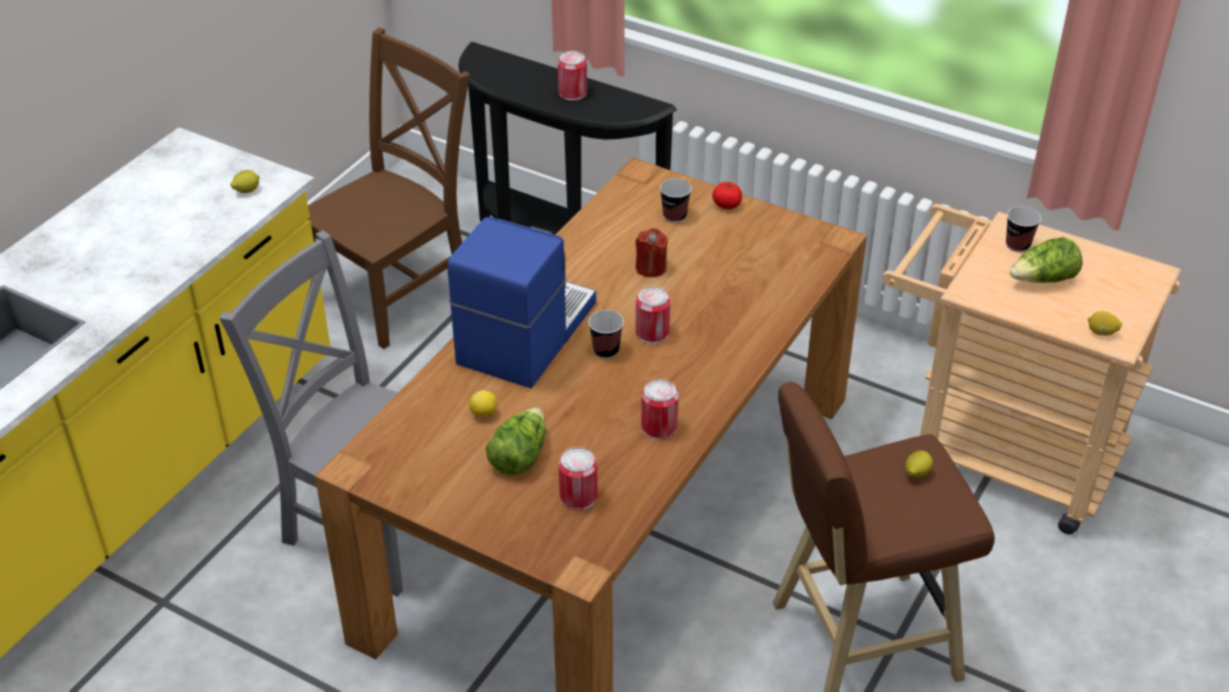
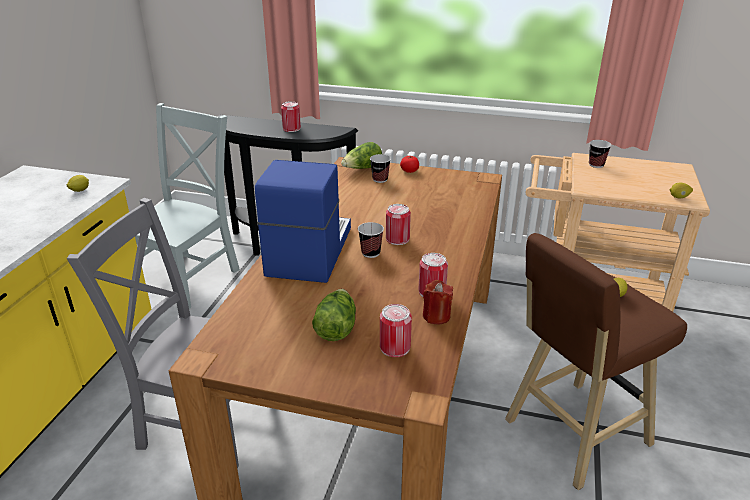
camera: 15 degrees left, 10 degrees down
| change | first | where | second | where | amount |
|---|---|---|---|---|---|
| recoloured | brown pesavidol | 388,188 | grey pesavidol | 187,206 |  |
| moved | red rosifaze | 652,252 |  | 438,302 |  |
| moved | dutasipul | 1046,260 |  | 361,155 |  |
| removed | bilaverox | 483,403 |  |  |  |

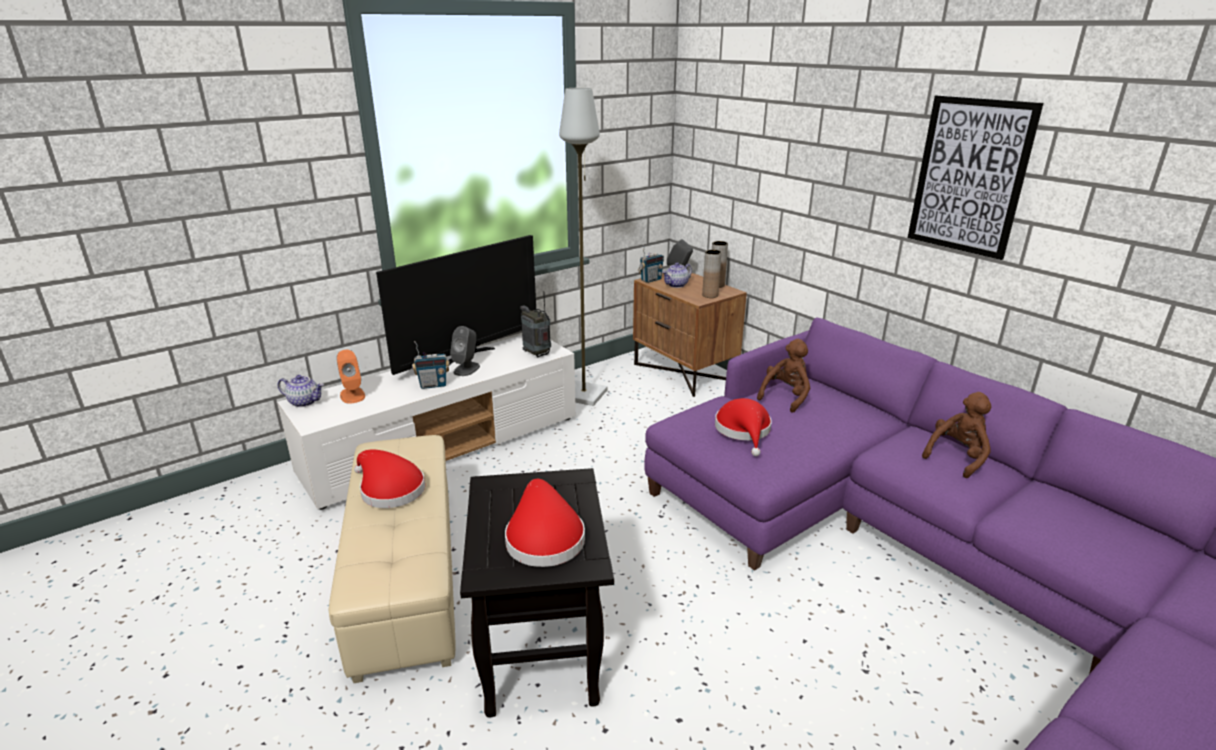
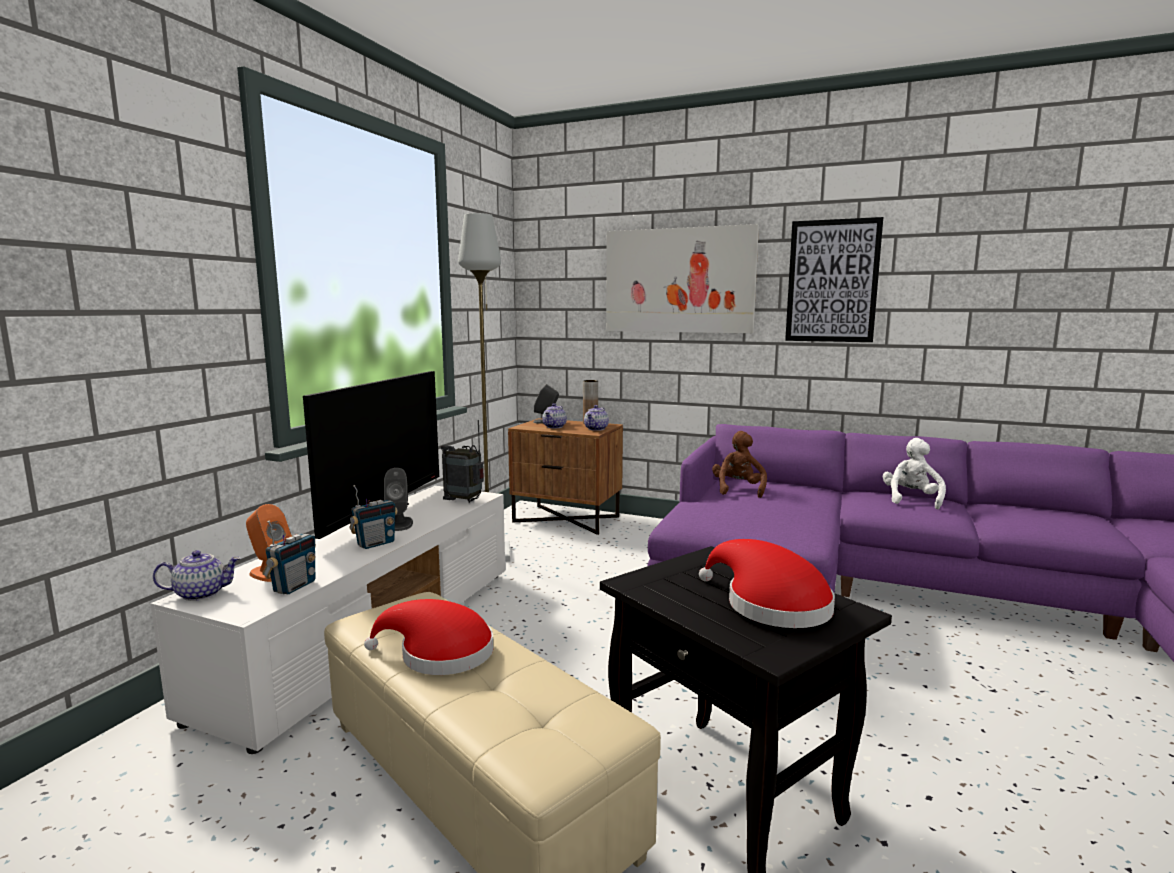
camera: 30 degrees left, 15 degrees down
| change | first | where | second | where | amount |
|---|---|---|---|---|---|
| moved | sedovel | 651,263 |  | 289,558 |  |
| replaced | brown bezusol | 712,274 | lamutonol | 596,418 |  |
| recoloured | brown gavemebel | 956,435 | white gavemebel | 914,473 |  |
| removed | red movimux | 743,427 |  |  |  |
| added |  |  | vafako | 682,278 |  |

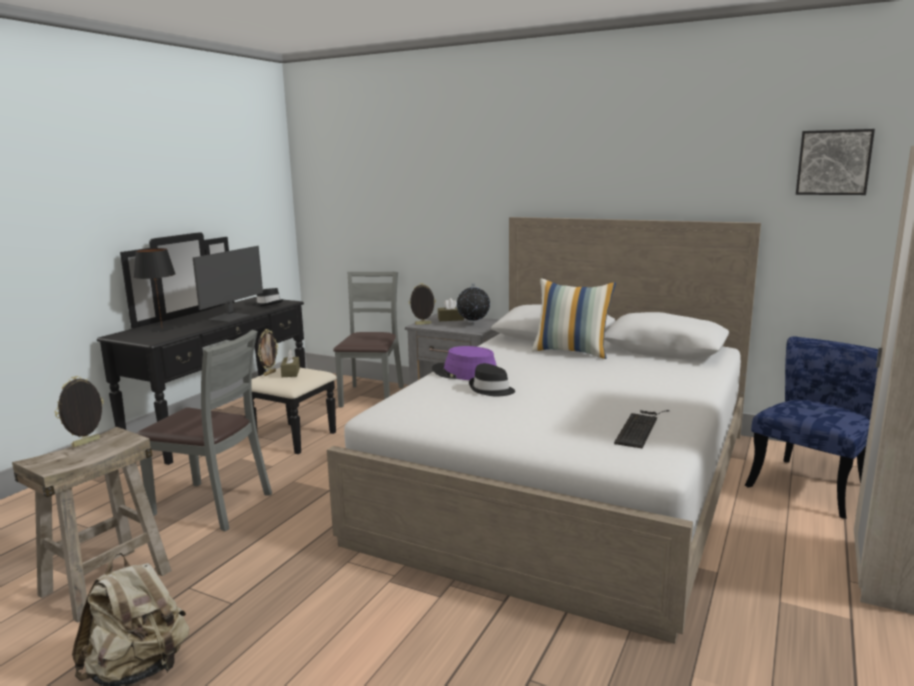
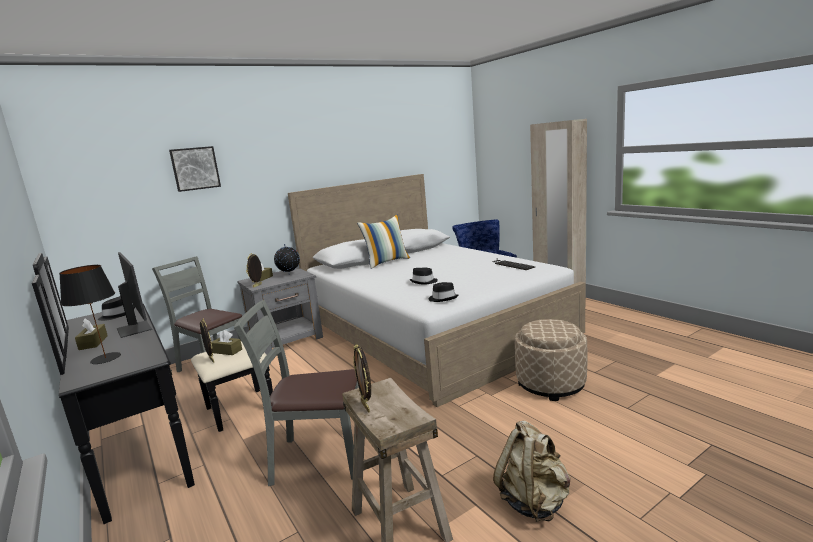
camera: 60 degrees left, 0 degrees up
| change | first | where | second | where | amount |
|---|---|---|---|---|---|
| moved | vafako | 835,162 |  | 195,169 |  |
| turned | grey pesavidol | 204,430 |  | 296,393 | 135 degrees counterclockwise |
| removed | purple movimux | 464,363 |  |  |  |
| added |  |  | black movimux | 444,292 |  |
| added |  |  | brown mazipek | 91,334 |  |
| added |  |  | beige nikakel | 551,360 |  |

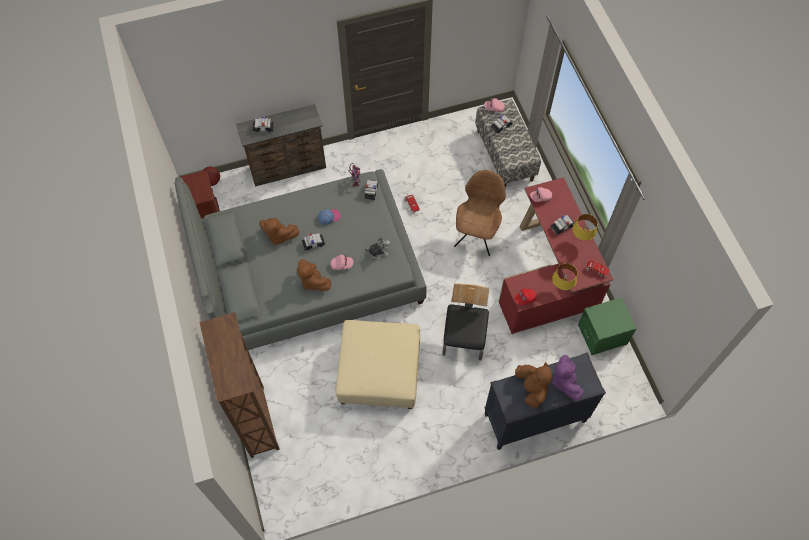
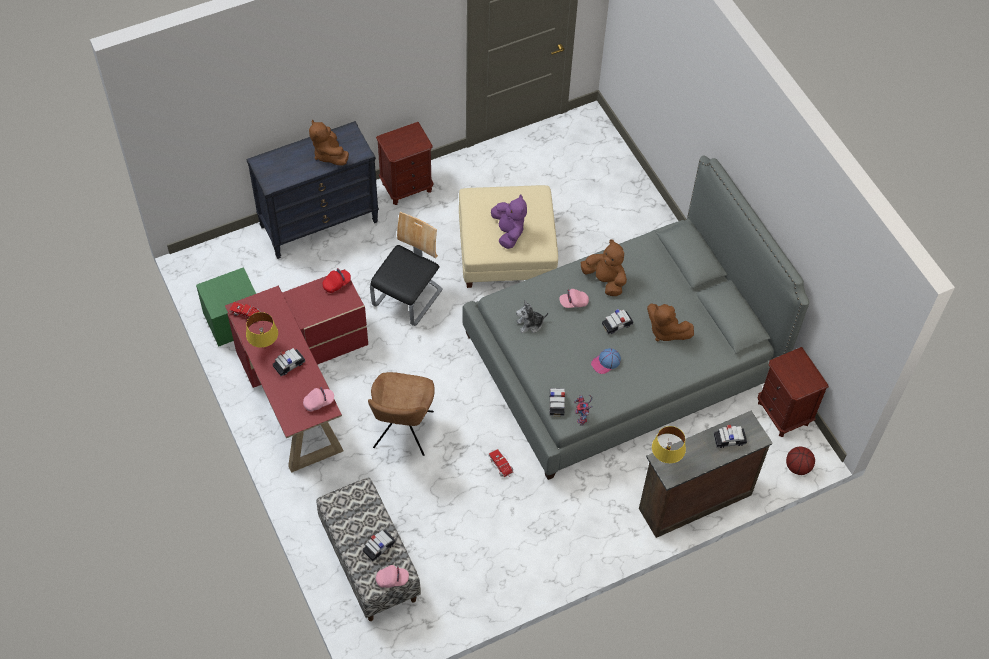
camera: 170 degrees right, 5 degrees down
| change | first | where | second | where | amount |
|---|---|---|---|---|---|
| turned | brown gavemebel | 279,232 |  | 670,322 | 150 degrees counterclockwise |
| moved | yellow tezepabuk | 564,276 |  | 669,444 |  |
| turned | pesavidol | 465,321 |  | 406,269 | 150 degrees counterclockwise |
| removed | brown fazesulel | 239,385 |  |  |  |
| moved | purple gavemebel | 568,377 |  | 509,221 |  |
| added |  |  | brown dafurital | 405,163 |  |

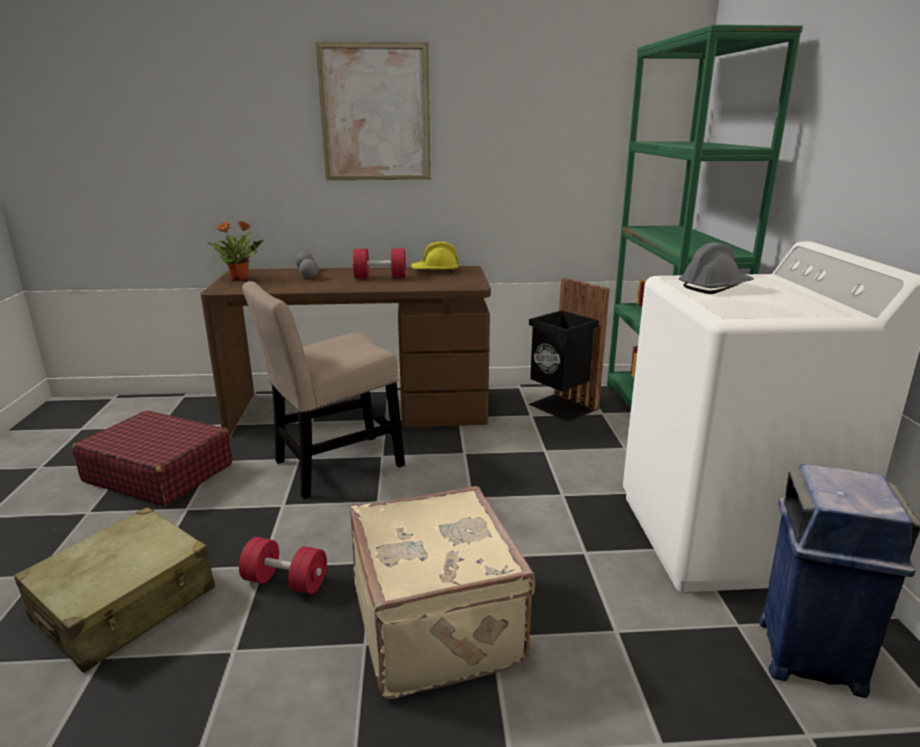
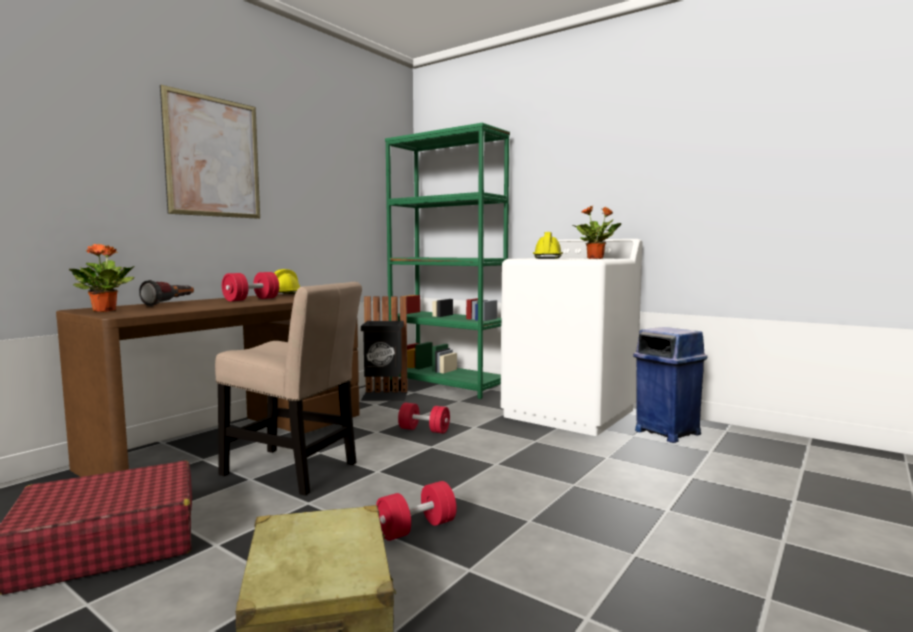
camera: 50 degrees left, 15 degrees down
| change | first | where | second | where | amount |
|---|---|---|---|---|---|
| recoloured | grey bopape | 716,268 | yellow bopape | 548,245 |  |
| replaced | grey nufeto | 307,265 | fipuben | 166,293 |  |
| turned | beige pesavidol | 323,390 |  | 288,389 | 75 degrees counterclockwise |
| removed | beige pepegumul | 442,592 |  |  |  |
| added |  |  | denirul | 597,232 |  |
| added |  |  | red nufeto | 424,418 |  |

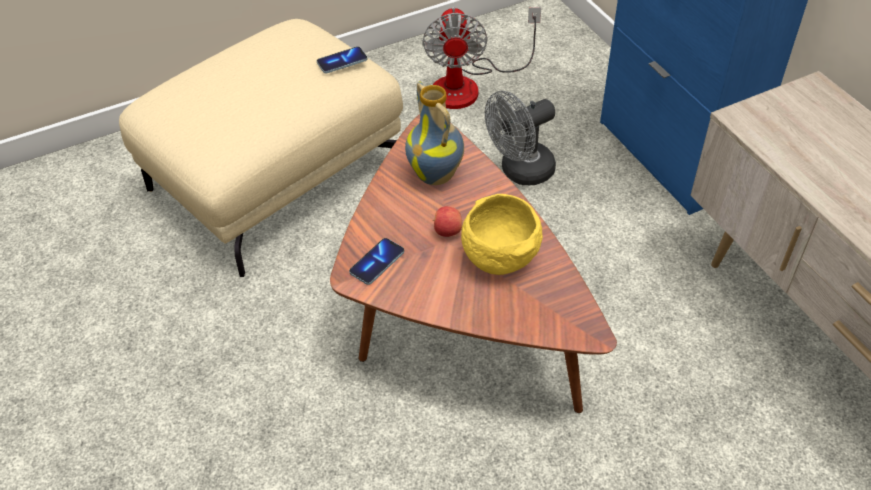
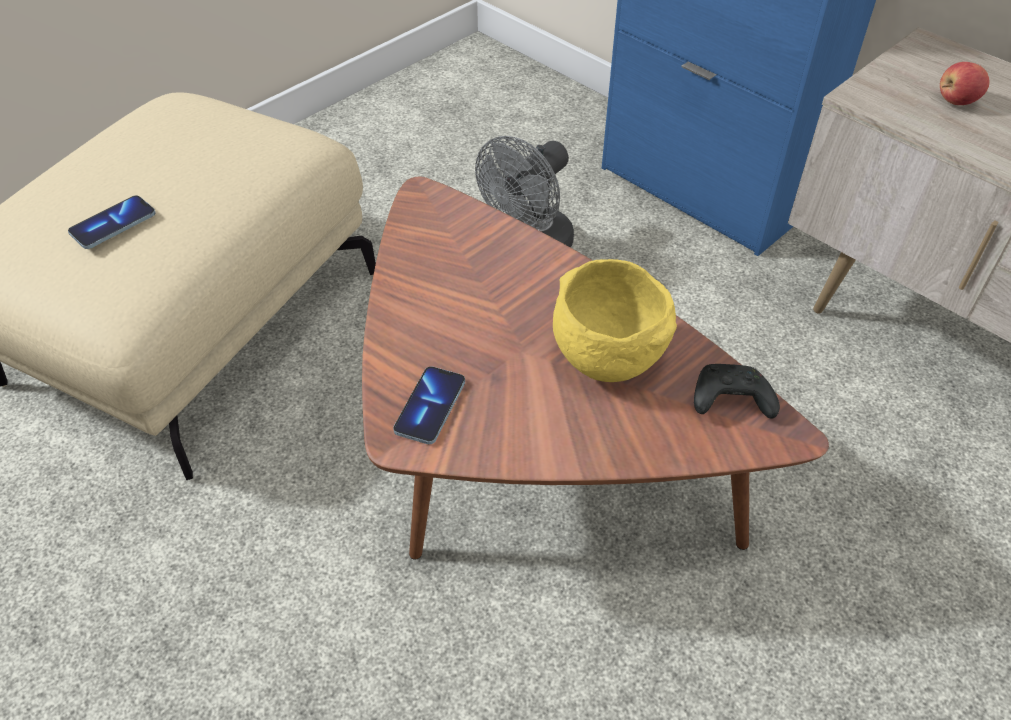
camera: 20 degrees left, 0 degrees up
| change | first | where | second | where | amount |
|---|---|---|---|---|---|
| removed | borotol | 481,58 |  |  |  |
| moved | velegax | 342,60 |  | 112,222 |  |
| removed | bezusol | 434,133 |  |  |  |
| moved | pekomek | 447,221 |  | 964,83 |  |
| added |  |  | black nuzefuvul | 737,391 |  |

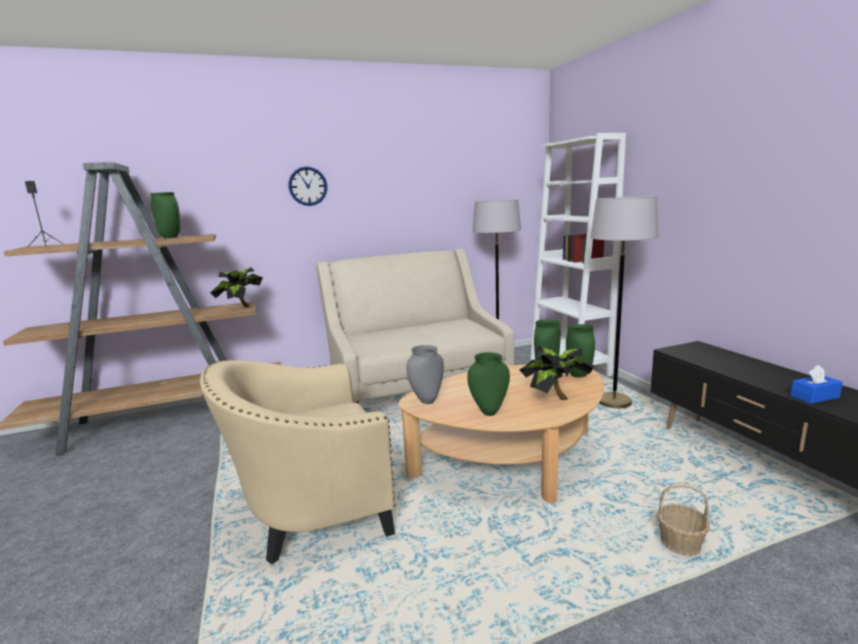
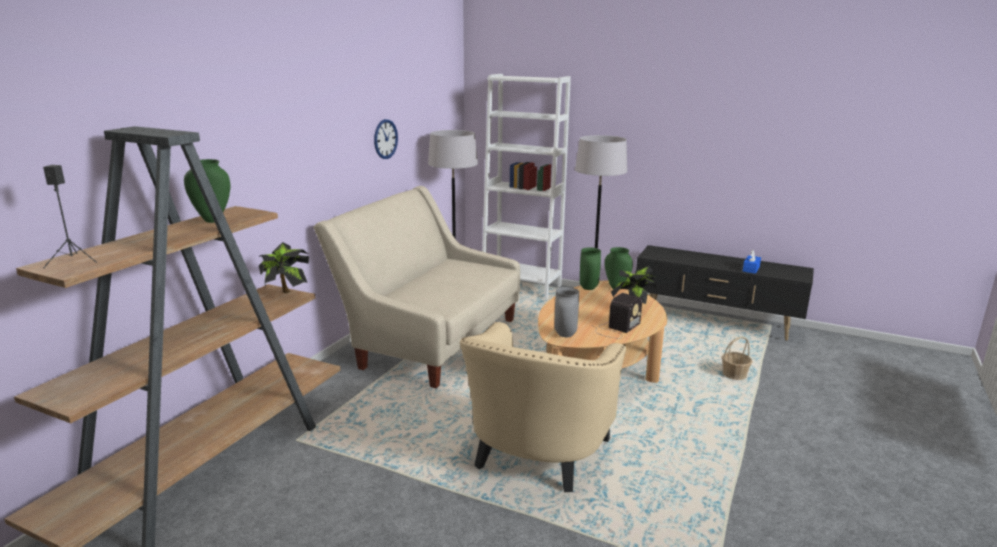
camera: 45 degrees left, 5 degrees up
| change | first | where | second | where | amount |
|---|---|---|---|---|---|
| moved | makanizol | 307,186 |  | 386,139 |  |
| replaced | green bezusol | 488,384 | sedovel | 616,315 |  |

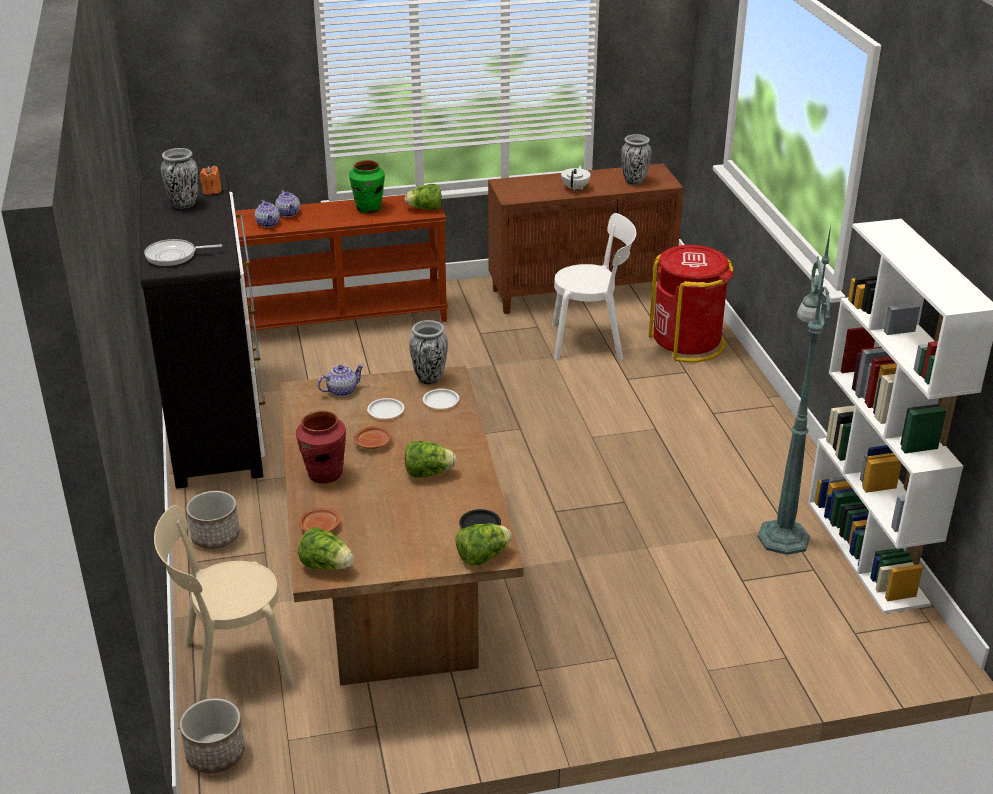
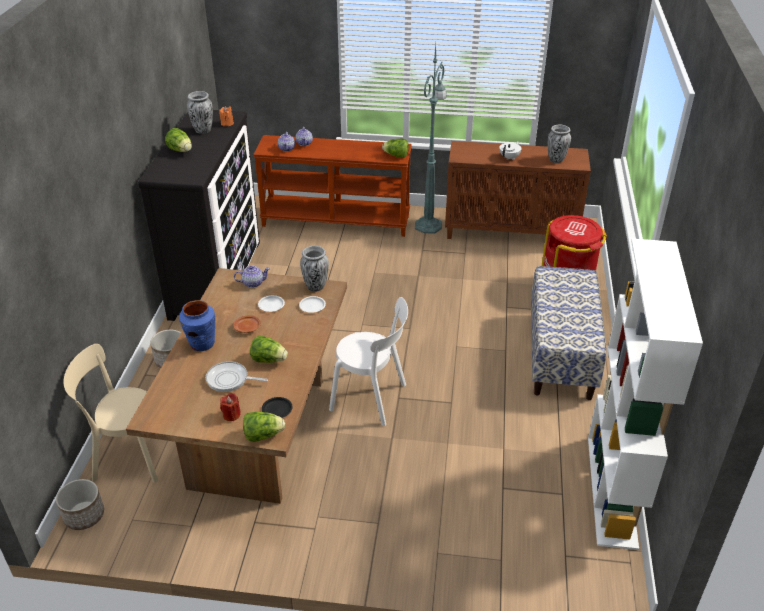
camera: 20 degrees right, 5 degrees up
| change | first | where | second | where | amount |
|---|---|---|---|---|---|
| removed | green bezusol | 367,187 |  |  |  |
| moved | white pesavidol | 594,286 |  | 368,361 |  |
| moved | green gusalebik | 794,390 |  | 431,139 |  |
| moved | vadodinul | 183,252 |  | 237,376 |  |
| recoloured | red bezusol | 321,447 | blue bezusol | 197,325 |  |
| removed | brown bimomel | 319,520 |  |  |  |
| moved | dutasipul | 326,548 |  | 178,140 |  |
| added |  |  | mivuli | 568,333 |  |
| added |  |  | red rosifaze | 230,407 |  |

